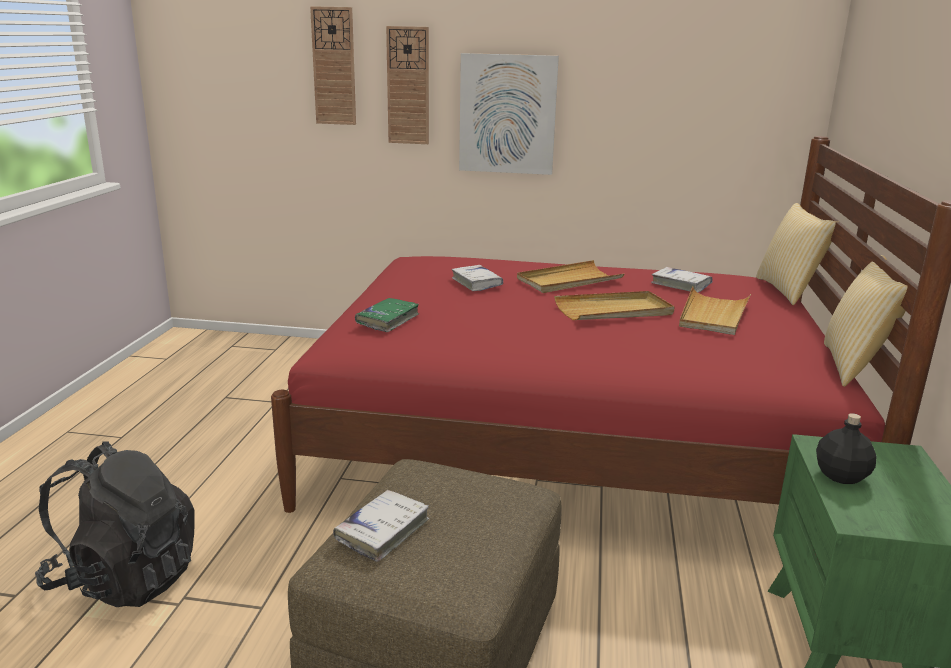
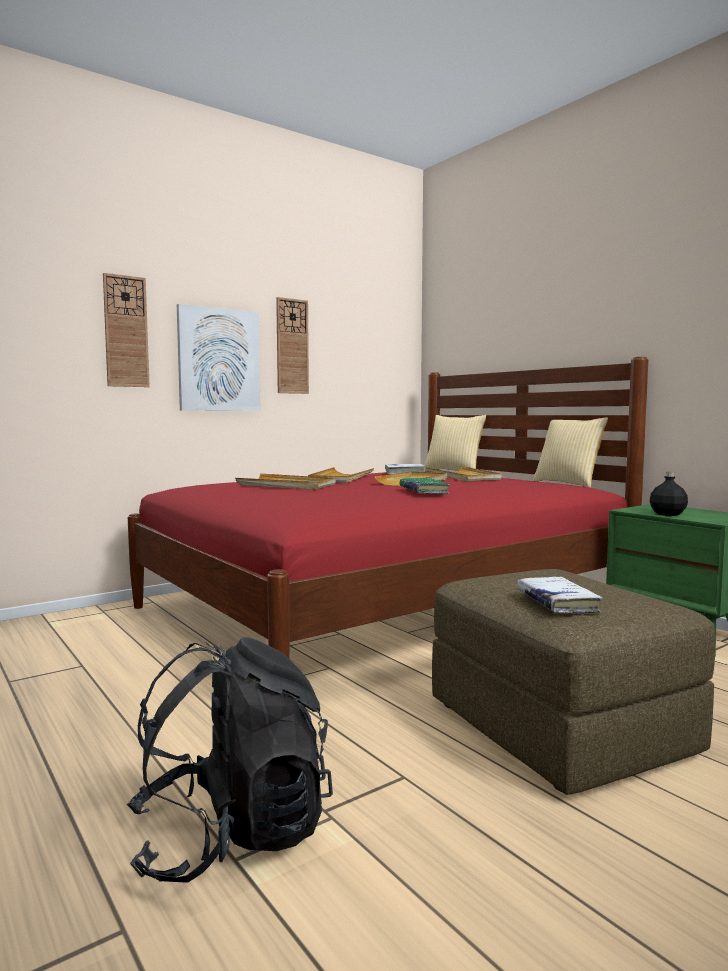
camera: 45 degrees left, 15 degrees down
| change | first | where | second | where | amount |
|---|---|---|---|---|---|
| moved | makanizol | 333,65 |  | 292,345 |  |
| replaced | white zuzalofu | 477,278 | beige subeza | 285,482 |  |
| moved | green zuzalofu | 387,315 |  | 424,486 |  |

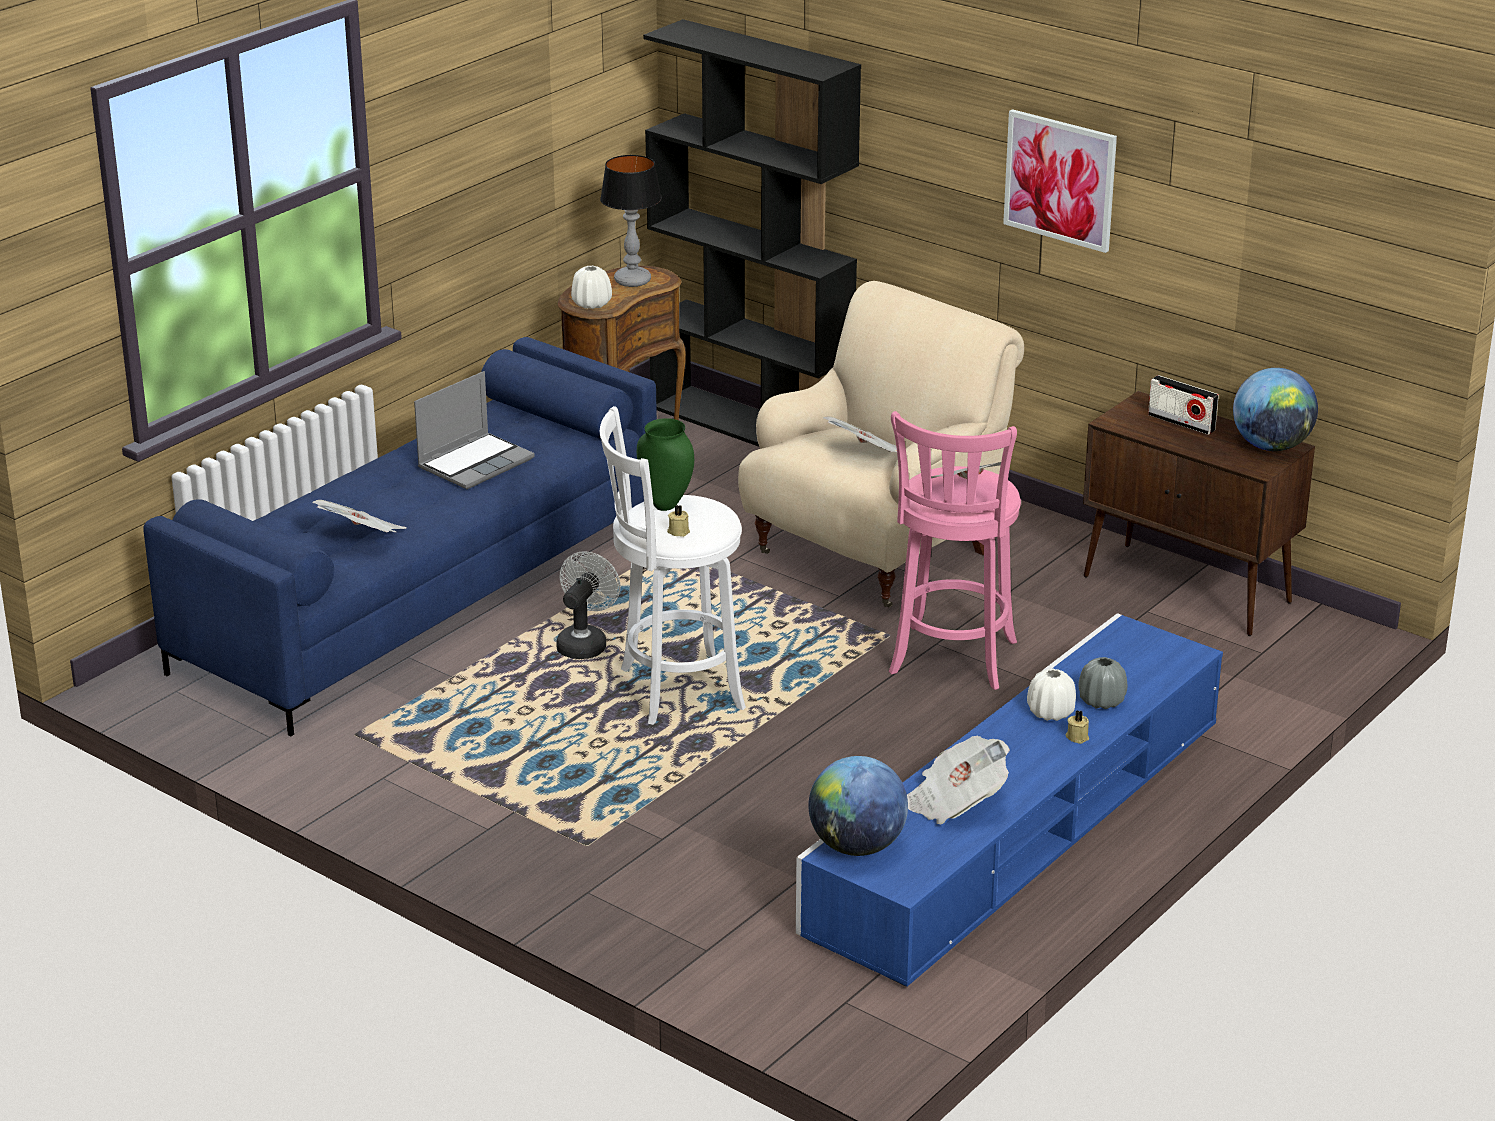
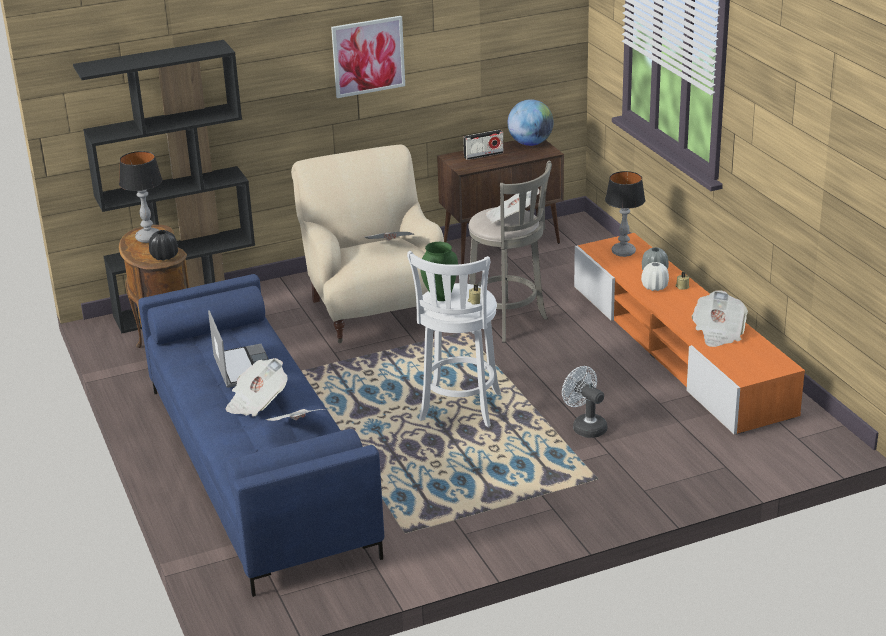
camera: 60 degrees left, 0 degrees up
| change | first | where | second | where | amount |
|---|---|---|---|---|---|
| recoloured | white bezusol | 591,287 | black bezusol | 163,245 |  |
| recoloured | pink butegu | 955,550 | grey butegu | 510,251 |  |
| moved | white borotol | 588,605 |  | 584,402 |  |
| recoloured | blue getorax | 1009,799 | orange getorax | 689,334 |  |
| removed | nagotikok | 858,806 |  |  |  |
| added |  |  | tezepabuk | 625,214 |  |
| added |  |  | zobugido | 257,387 |  |

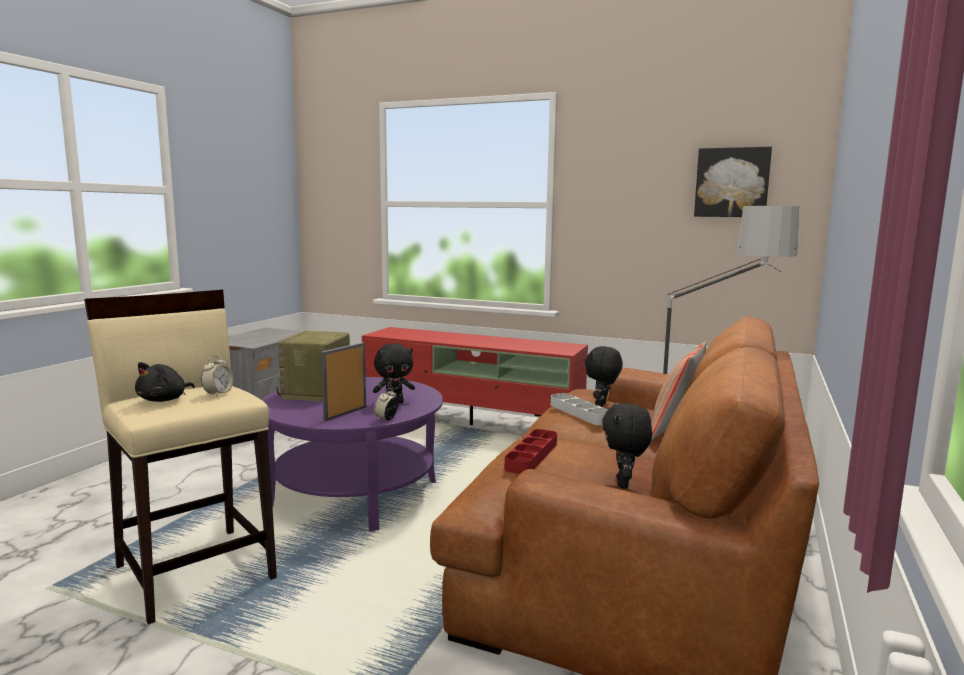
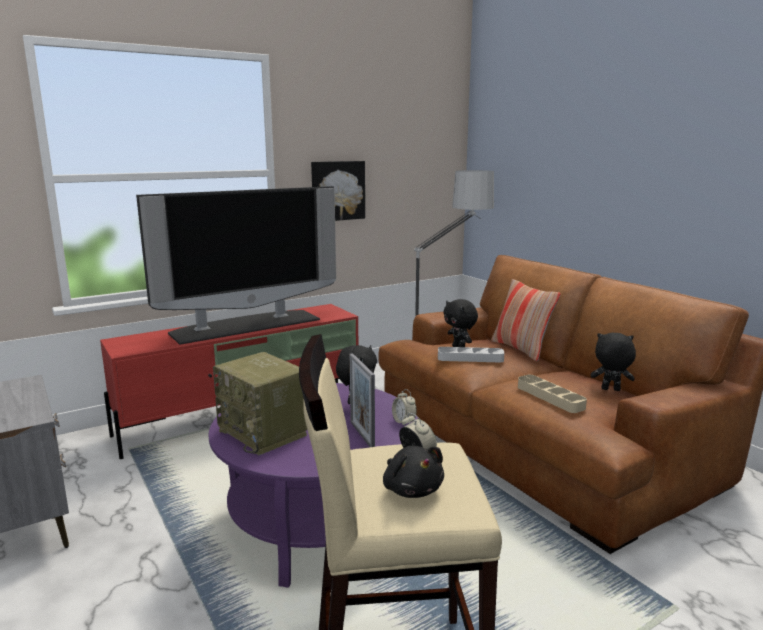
camera: 55 degrees left, 5 degrees up
| change | first | where | second | where | amount |
|---|---|---|---|---|---|
| moved | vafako | 733,182 |  | 338,191 |  |
| turned | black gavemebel | 627,445 |  | 613,362 | 150 degrees clockwise |
| recoloured | red subeza | 531,451 | beige subeza | 552,394 |  |
| added |  |  | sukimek | 236,265 |  |

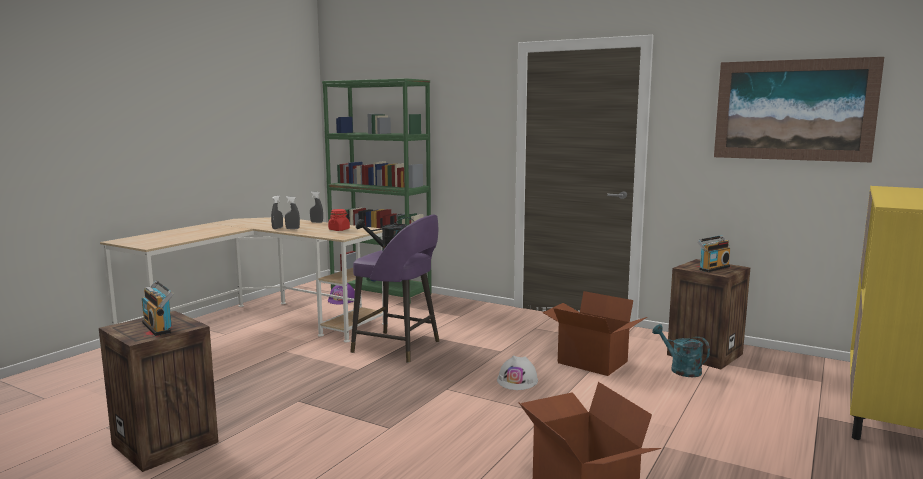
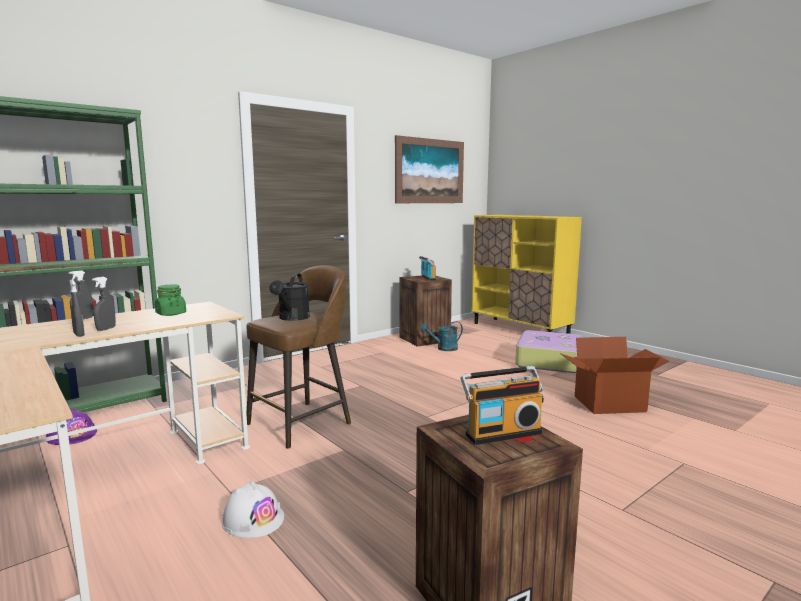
camera: 70 degrees left, 0 degrees up
| change | first | where | second | where | amount |
|---|---|---|---|---|---|
| recoloured | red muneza | 339,220 | green muneza | 170,300 |  |
| recoloured | purple butegu | 394,289 | brown butegu | 298,357 |  |
| removed | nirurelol | 595,333 |  |  |  |
| moved | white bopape | 517,372 |  | 253,509 |  |
| added |  |  | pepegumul | 549,351 |  |

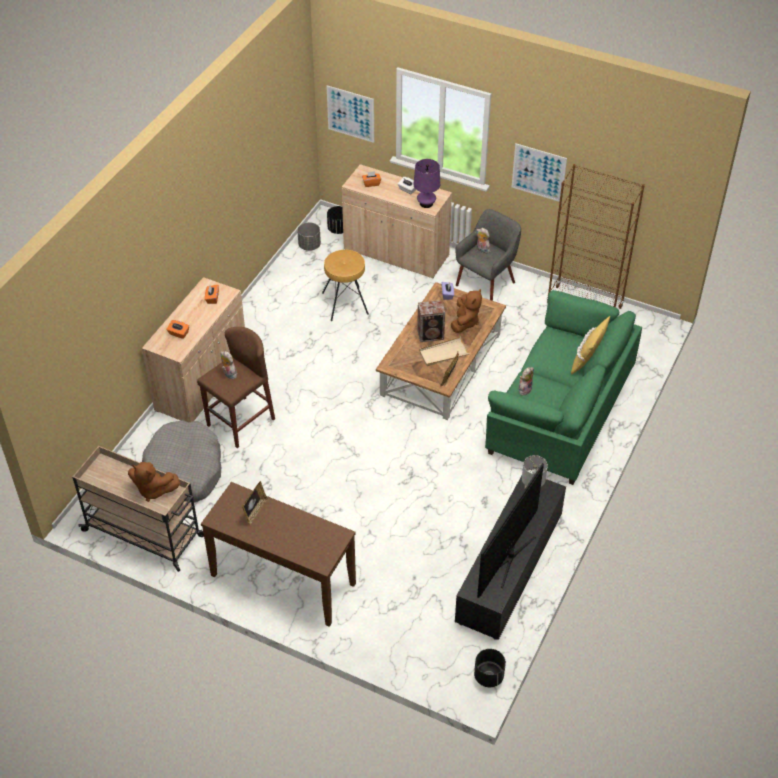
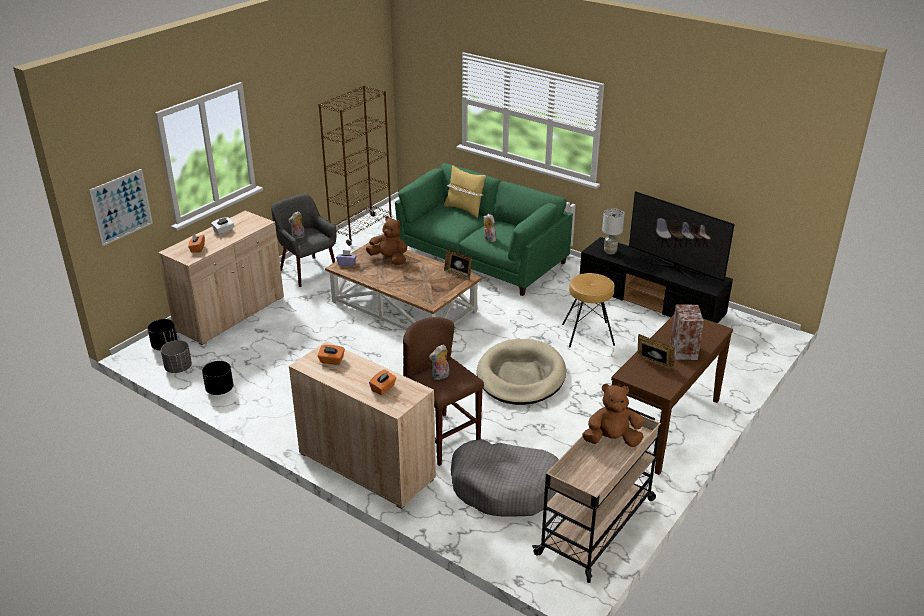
camera: 80 degrees left, 15 degrees down
| change | first | where | second | where | amount |
|---|---|---|---|---|---|
| removed | vafako | 539,173 |  |  |  |
| removed | purple tezepabuk | 426,183 |  |  |  |
| moved | brown butegu | 345,285 |  | 588,310 |  |
| moved | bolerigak | 431,321 |  | 687,332 |  |
| removed | beige subeza | 444,351 |  |  |  |
| turned | brown gavemebel | 154,482 |  | 613,415 | 120 degrees counterclockwise |
| moved | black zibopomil | 490,668 |  | 218,378 |  |
| added |  |  | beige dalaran | 521,372 |  |

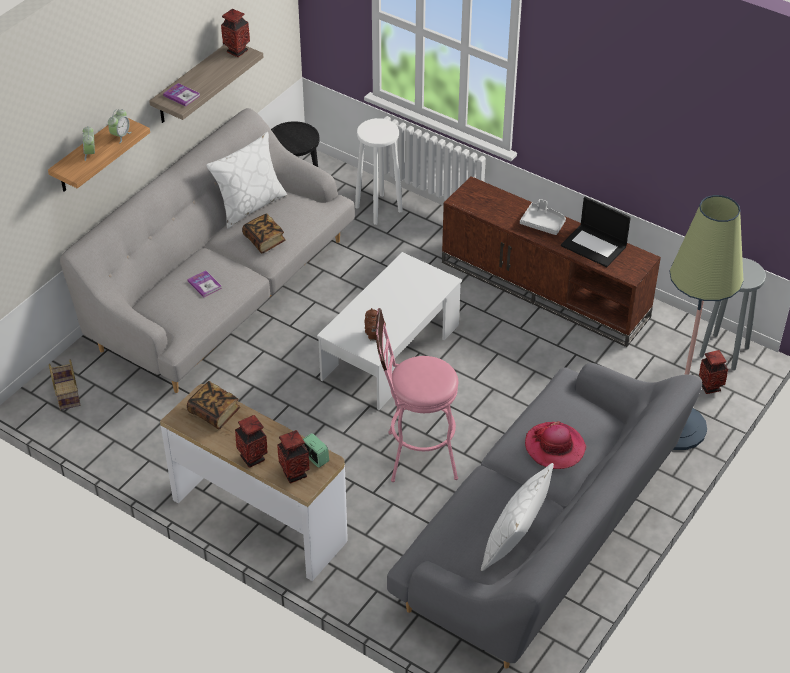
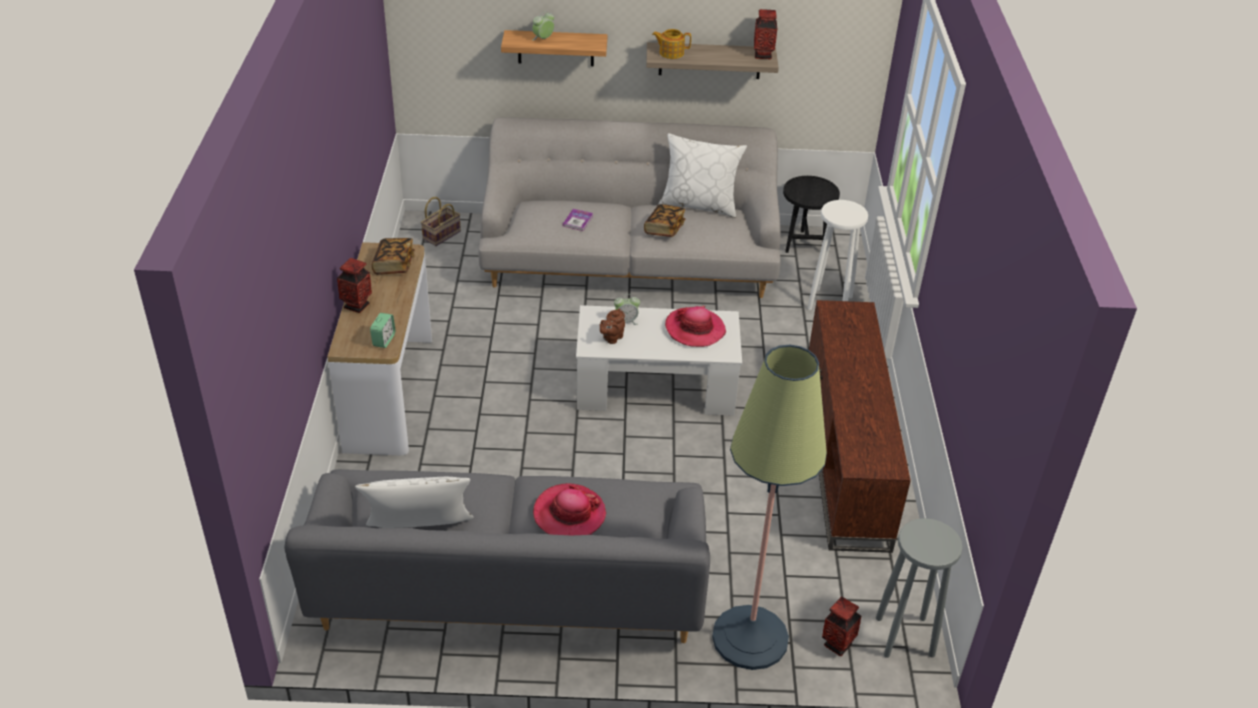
camera: 55 degrees right, 5 degrees down
| change | first | where | second | where | amount |
|---|---|---|---|---|---|
| replaced | zuzalofu | 181,95 | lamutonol | 671,44 |  |
| moved | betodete | 119,126 |  | 627,309 |  |
| removed | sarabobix | 596,232 |  |  |  |
| removed | grey subeza | 543,217 |  |  |  |
| removed | pink butegu | 417,395 |  |  |  |
| removed | bezusol | 293,456 |  |  |  |
| added |  |  | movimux | 695,326 |  |

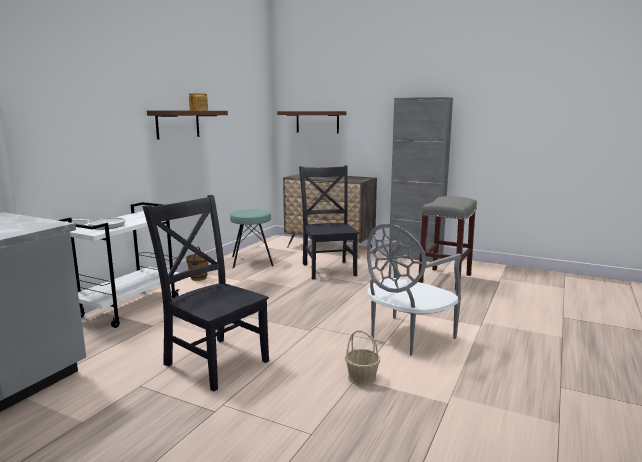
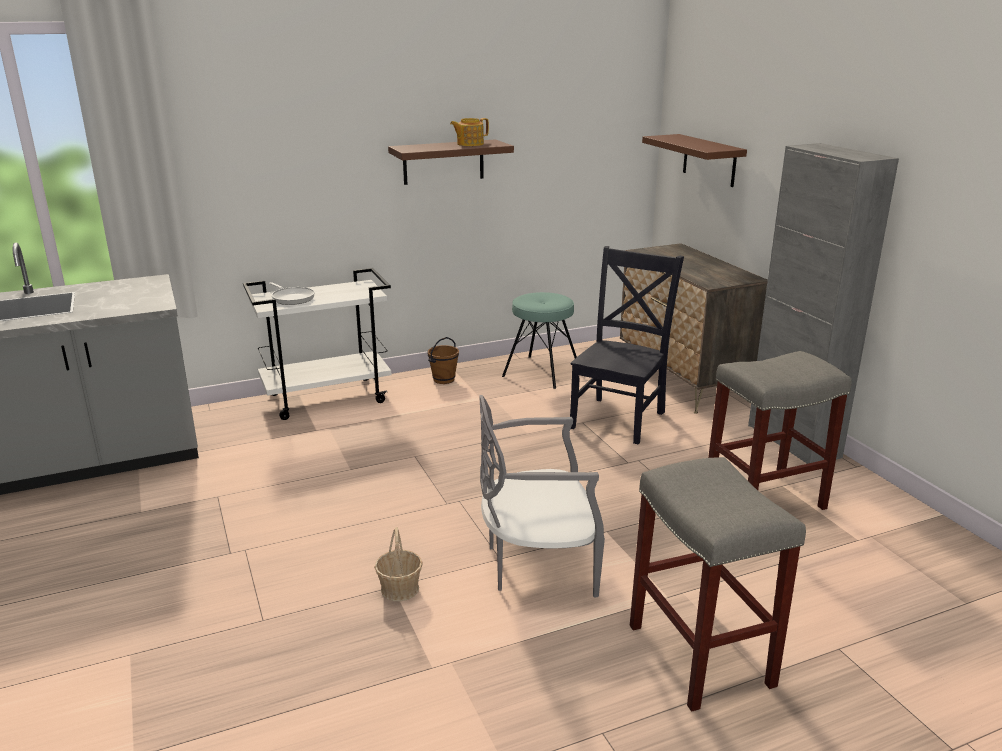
camera: 40 degrees right, 10 degrees up
| change | first | where | second | where | amount |
|---|---|---|---|---|---|
| removed | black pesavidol | 205,293 |  |  |  |
| added |  |  | grey butegu | 718,584 |  |

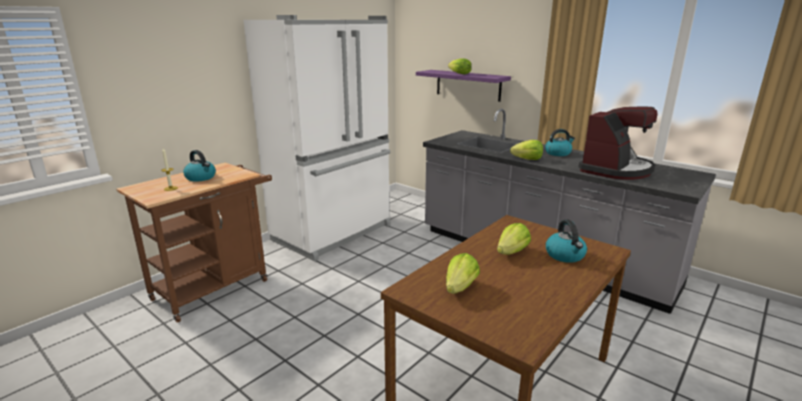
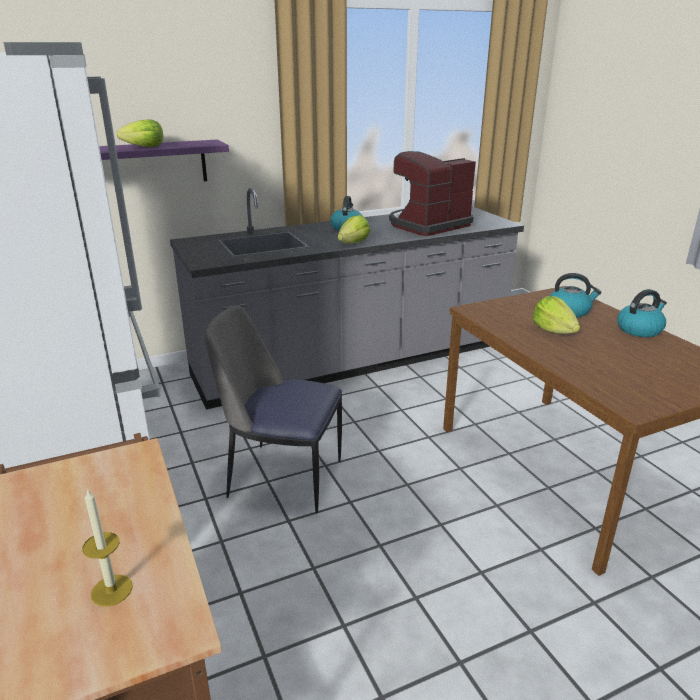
camera: 65 degrees left, 5 degrees up
| change | first | where | second | where | amount |
|---|---|---|---|---|---|
| turned | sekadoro | 618,143 |  | 432,193 | 105 degrees counterclockwise |
| moved | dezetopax | 199,166 |  | 642,313 |  |
| removed | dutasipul | 463,273 |  |  |  |
| added |  |  | pesavidol | 273,409 |  |

